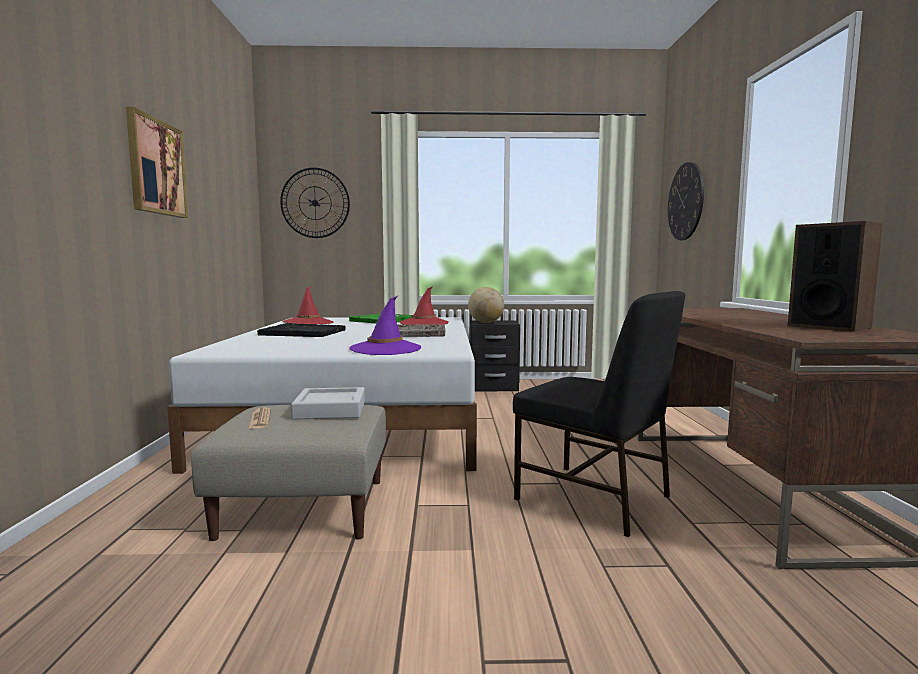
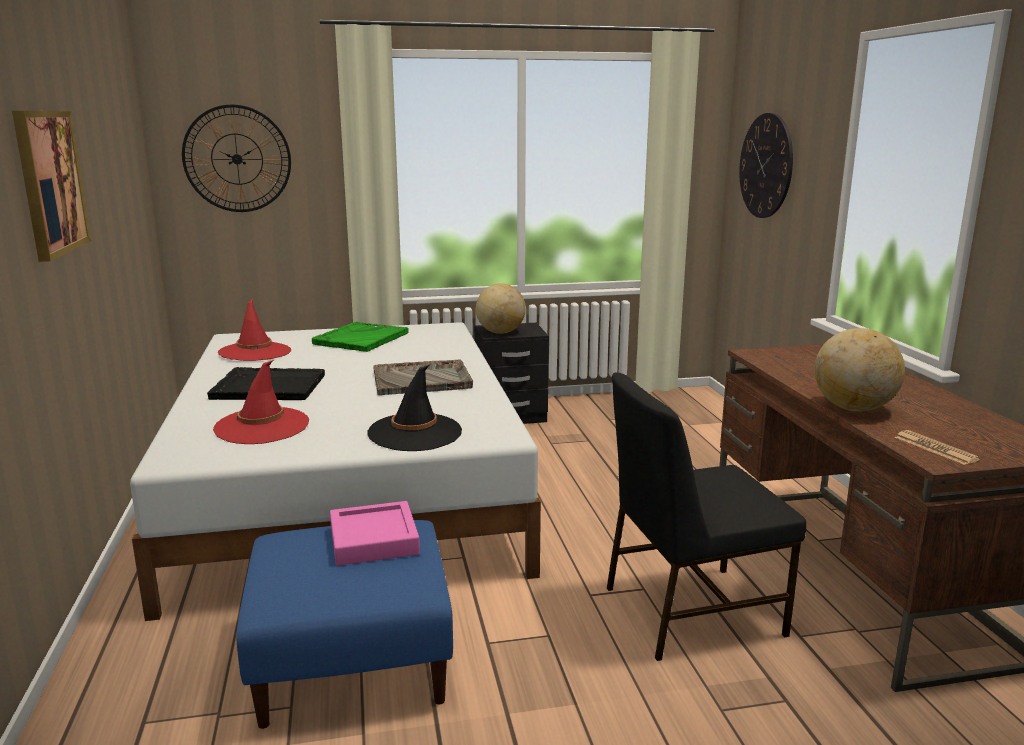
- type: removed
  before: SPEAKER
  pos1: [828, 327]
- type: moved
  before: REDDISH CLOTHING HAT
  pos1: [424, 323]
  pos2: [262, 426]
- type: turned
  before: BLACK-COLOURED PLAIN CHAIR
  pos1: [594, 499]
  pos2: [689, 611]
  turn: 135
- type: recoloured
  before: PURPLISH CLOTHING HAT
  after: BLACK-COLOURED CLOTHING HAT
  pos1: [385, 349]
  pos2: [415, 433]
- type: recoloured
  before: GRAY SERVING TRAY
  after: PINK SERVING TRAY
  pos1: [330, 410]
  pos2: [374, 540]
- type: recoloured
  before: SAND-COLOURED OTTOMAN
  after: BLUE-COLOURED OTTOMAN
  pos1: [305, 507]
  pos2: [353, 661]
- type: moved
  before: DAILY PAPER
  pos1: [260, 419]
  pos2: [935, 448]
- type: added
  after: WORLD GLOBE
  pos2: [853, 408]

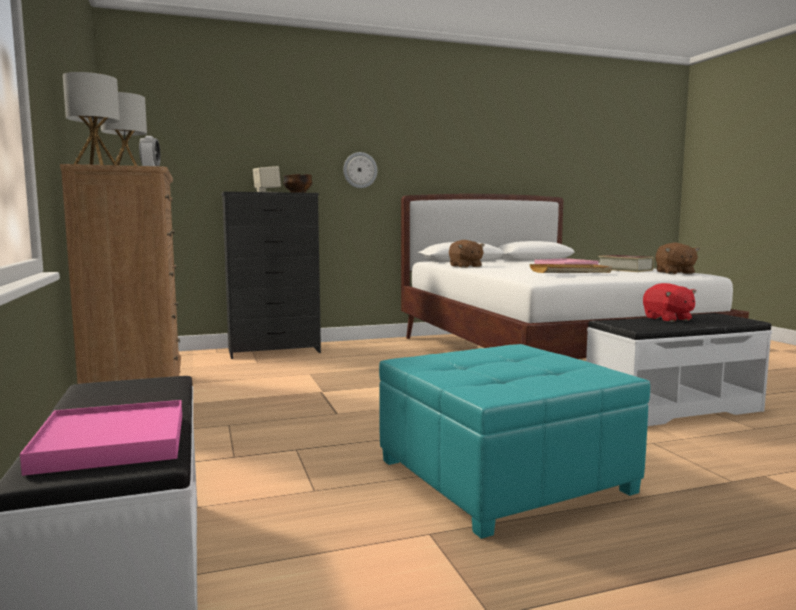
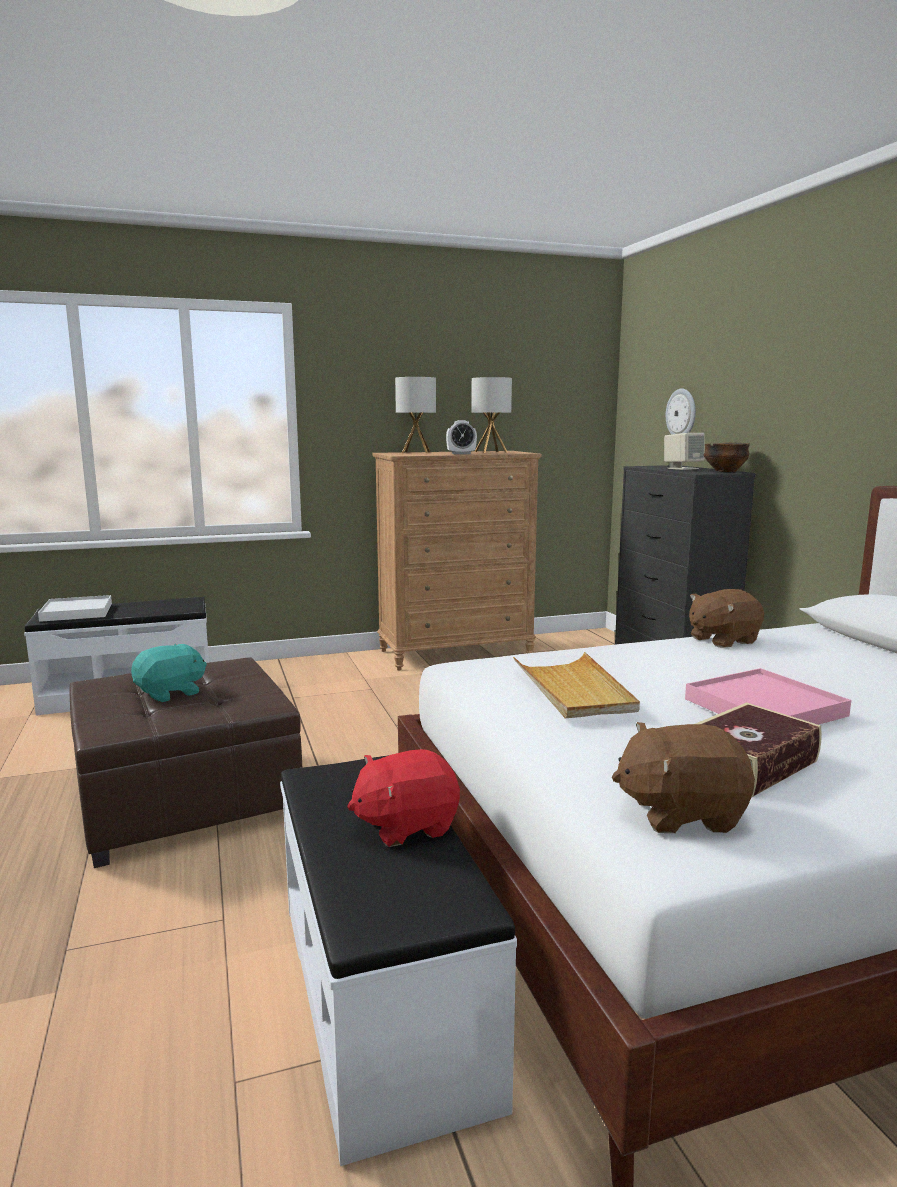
- type: moved
  before: WALL CLOCK
  pos1: [360, 170]
  pos2: [681, 413]
- type: recoloured
  before: BLUE-GREEN OTTOMAN
  after: BROWN OTTOMAN
  pos1: [503, 476]
  pos2: [185, 798]
- type: recoloured
  before: PINK SERVING TRAY
  after: WHITISH SERVING TRAY
  pos1: [111, 442]
  pos2: [77, 612]
- type: added
  after: BLUE-GREEN SOFT TOY
  pos2: [171, 693]

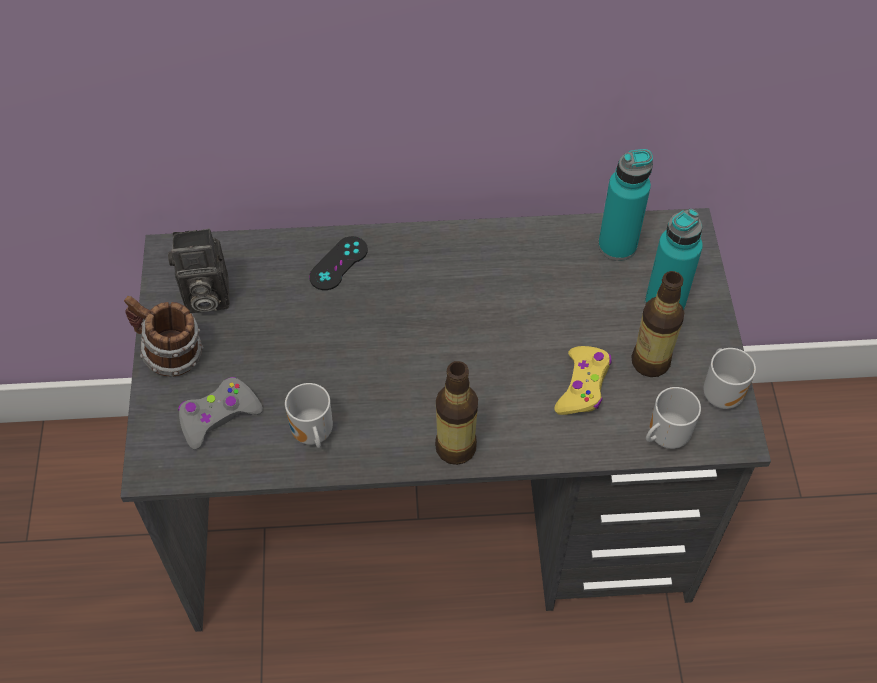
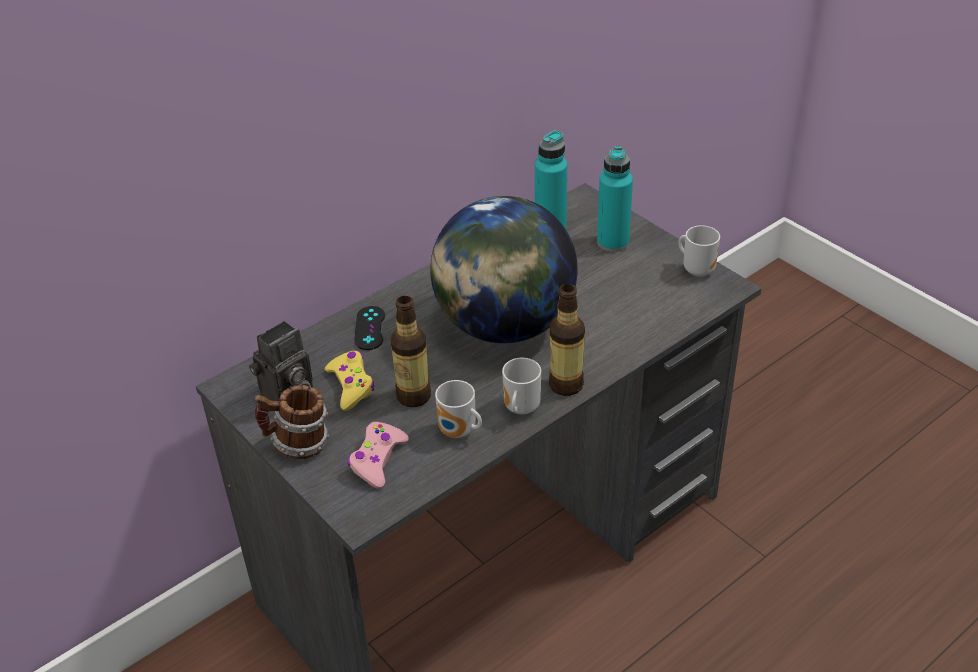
- type: moved
  before: BEVERAGE BOTTLE
  pos1: [650, 362]
  pos2: [413, 396]
- type: moved
  before: YELLOW-COLOURED GAME CONTROLLER
  pos1: [583, 386]
  pos2: [351, 385]
- type: recoloured
  before: GRAY GAME CONTROLLER
  after: PINK GAME CONTROLLER
  pos1: [218, 417]
  pos2: [377, 460]
- type: moved
  before: TEA MUG
  pos1: [664, 436]
  pos2: [519, 409]
- type: added
  after: WORLD GLOBE
  pos2: [504, 326]

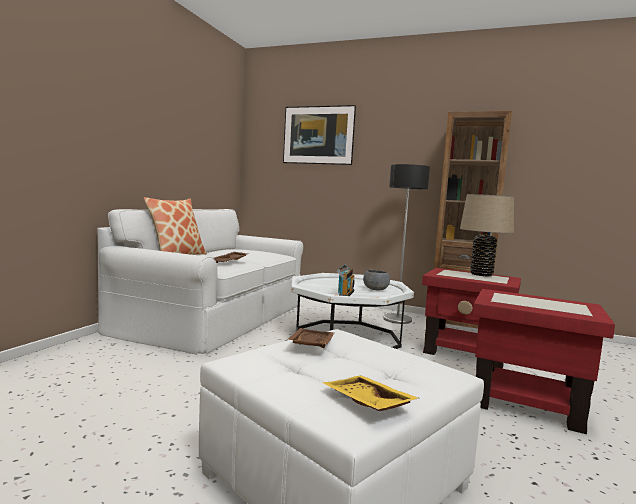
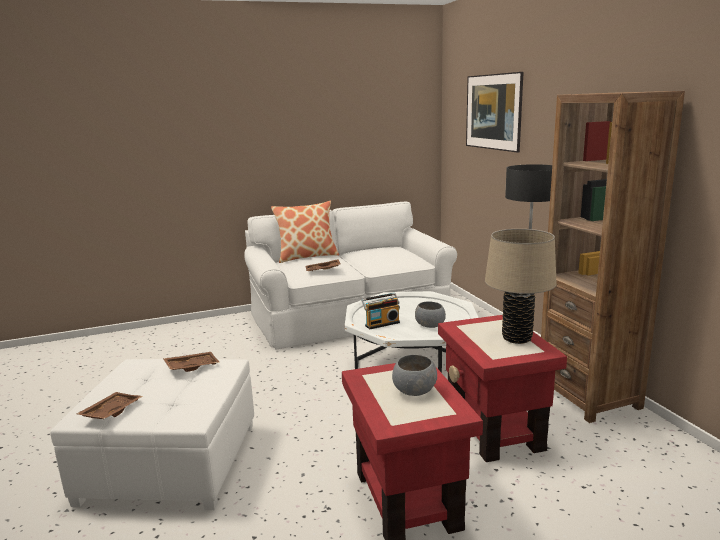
- type: recoloured
  before: YELLOW-COLOURED SERVING TRAY
  after: BROWN SERVING TRAY
  pos1: [365, 403]
  pos2: [111, 412]
- type: added
  after: GRAY BOWL
  pos2: [413, 391]

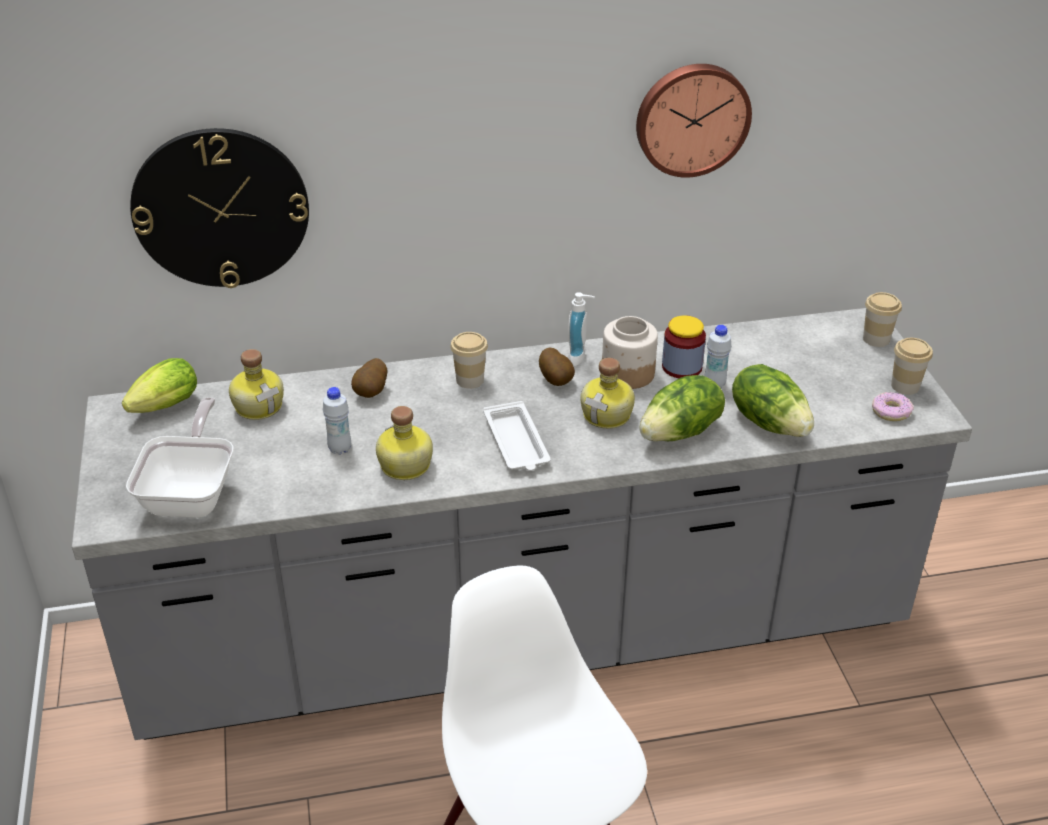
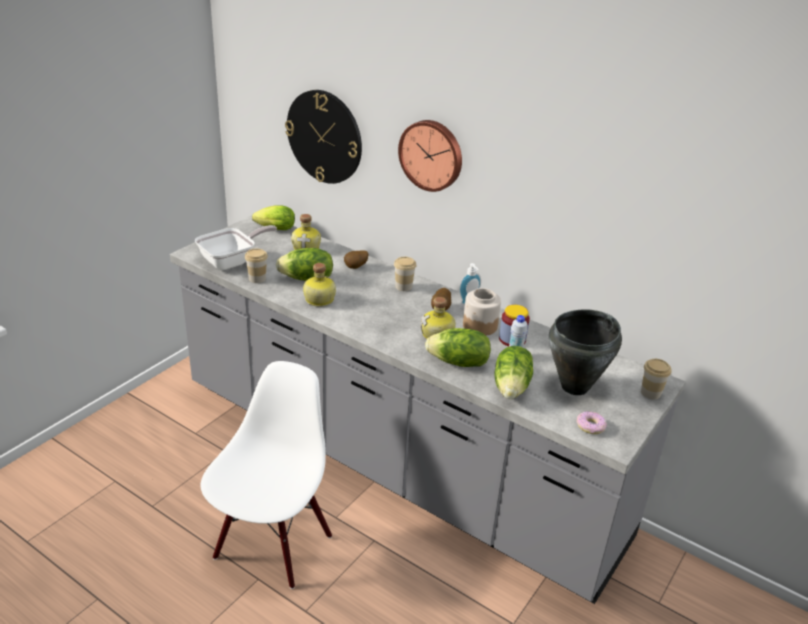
- type: moved
  before: WALL CLOCK
  pos1: [691, 118]
  pos2: [432, 155]
- type: moved
  before: DRINKING CUP
  pos1: [905, 386]
  pos2: [257, 278]
- type: replaced
  before: WHITISH BEVERAGE BOTTLE
  after: HEAD OF LETTUCE
  pos1: [340, 449]
  pos2: [307, 279]
- type: removed
  before: WHITISH SERVING TRAY
  pos1: [516, 443]
- type: added
  after: BLACK-COLOURED STOCKPOT
  pos2: [575, 387]

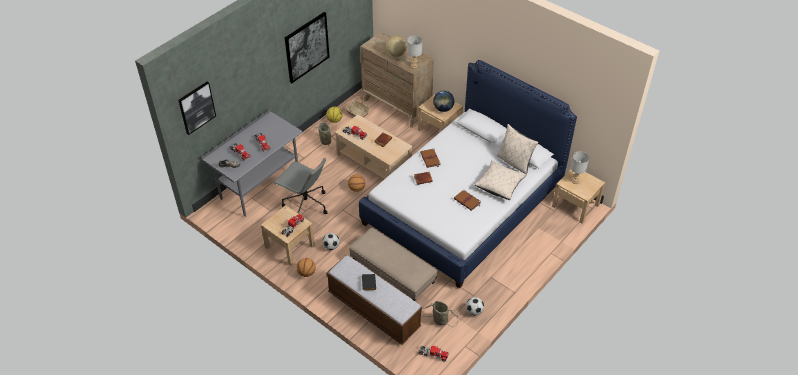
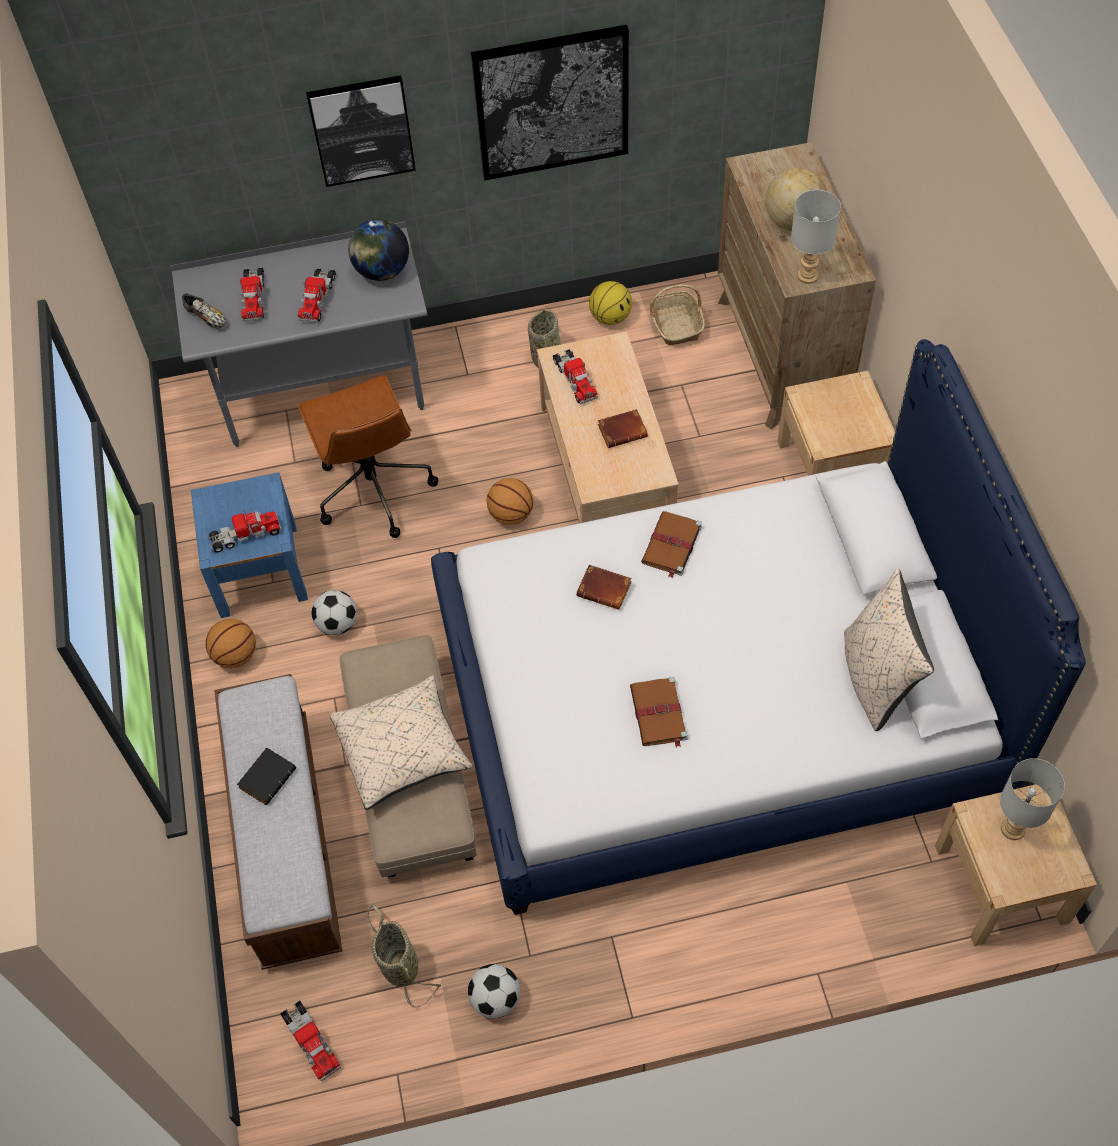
- type: moved
  before: WALL ART
  pos1: [196, 107]
  pos2: [362, 130]
- type: moved
  before: WORLD GLOBE
  pos1: [443, 109]
  pos2: [382, 271]
- type: recoloured
  before: GRAY OFFICE CHAIR
  after: BROWN OFFICE CHAIR
  pos1: [305, 204]
  pos2: [373, 489]
- type: moved
  before: SAND-COLOURED CUSHION
  pos1: [499, 185]
  pos2: [403, 751]
- type: recoloured
  before: SAND-COLOURED NIGHT TABLE
  after: BLUE-COLOURED NIGHT TABLE
  pos1: [290, 246]
  pos2: [258, 570]

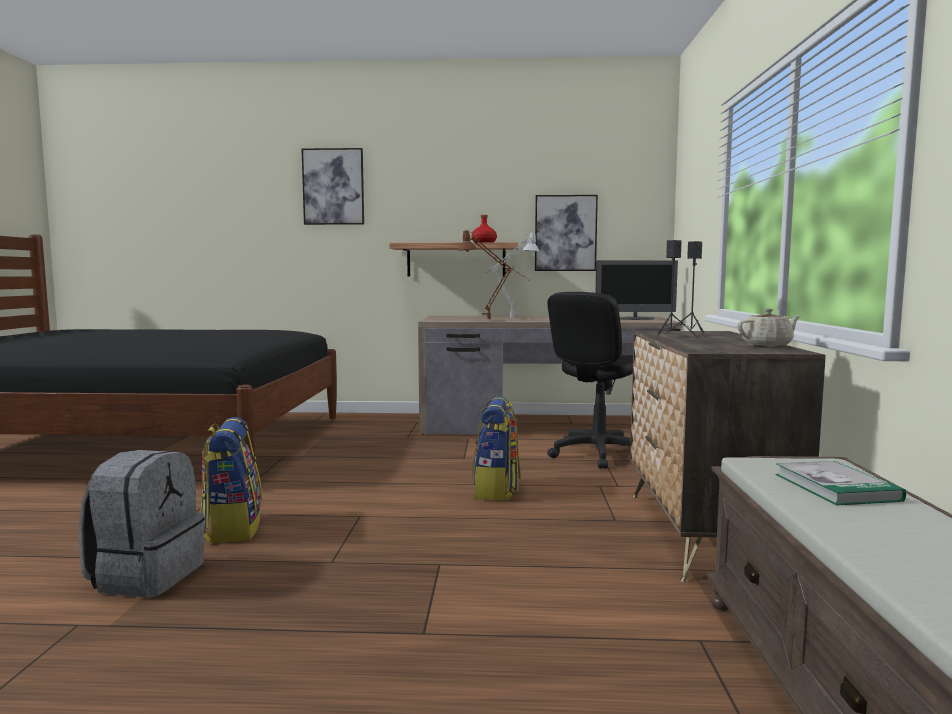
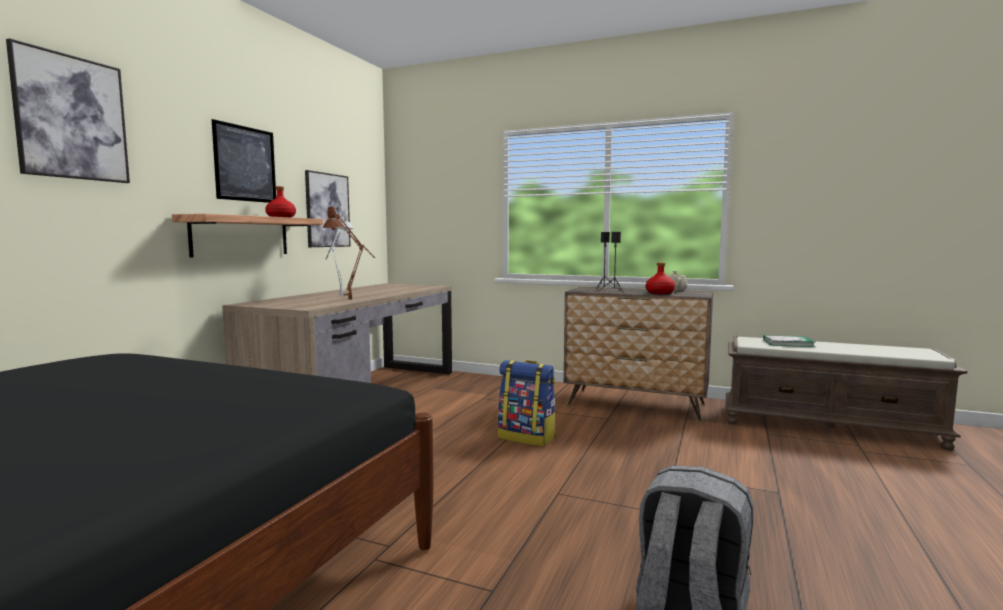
- type: removed
  before: MONITOR
  pos1: [635, 319]
- type: removed
  before: BLACK-COLOURED OFFICE CHAIR
  pos1: [597, 454]
- type: removed
  before: RUCKSACK
  pos1: [232, 528]
- type: added
  after: WALL ART
  pos2: [245, 164]
- type: added
  after: REDDISH BEVERAGE BOTTLE
  pos2: [659, 293]

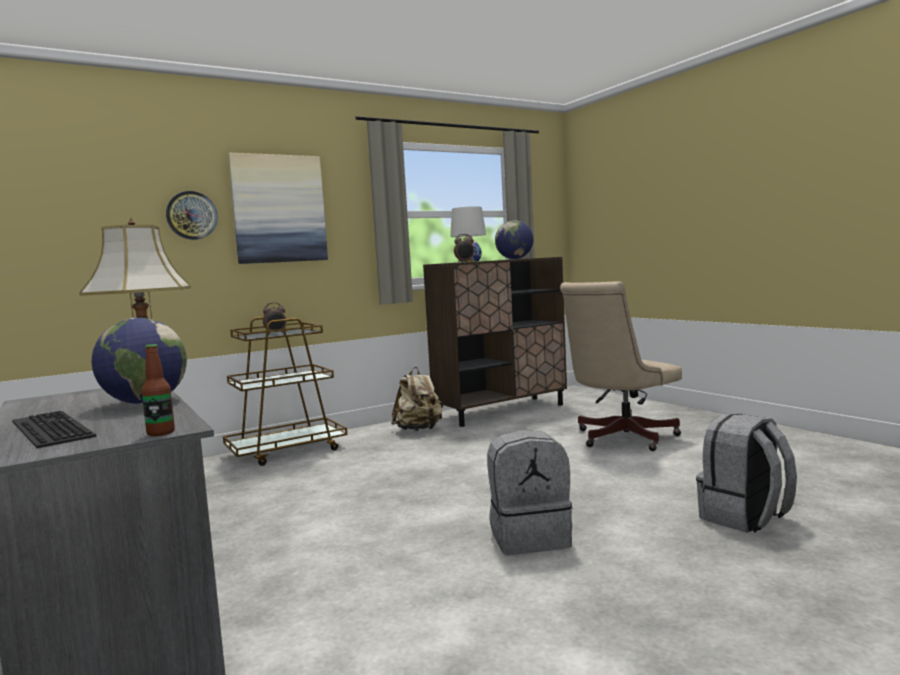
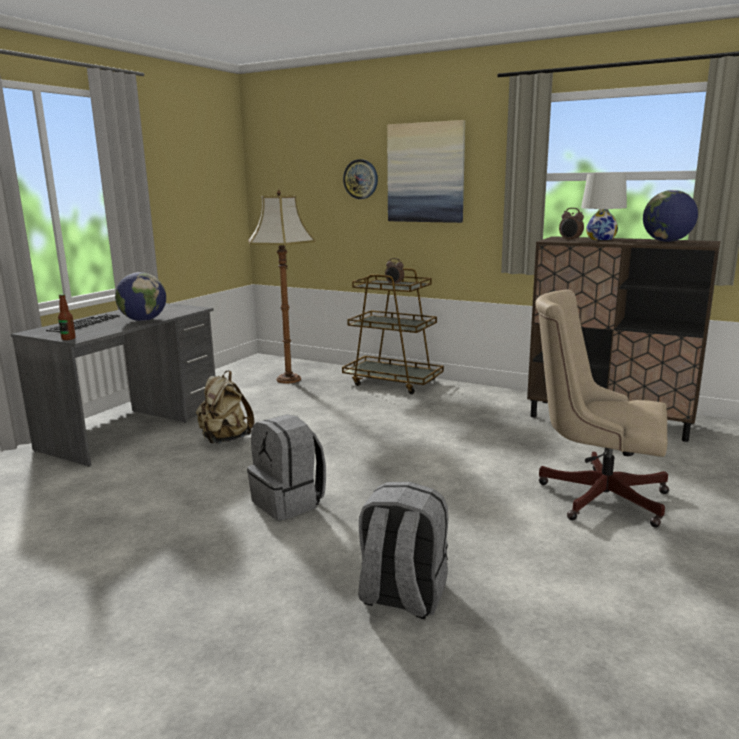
- type: moved
  before: SAND-COLOURED RUCKSACK
  pos1: [419, 430]
  pos2: [225, 440]

